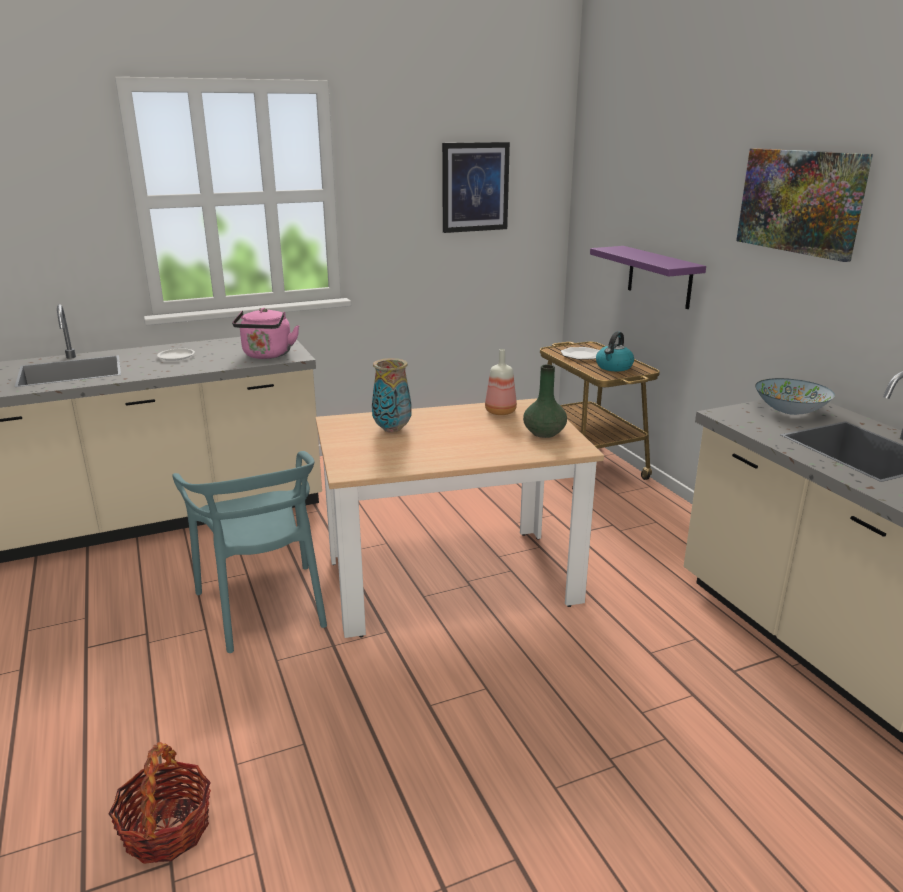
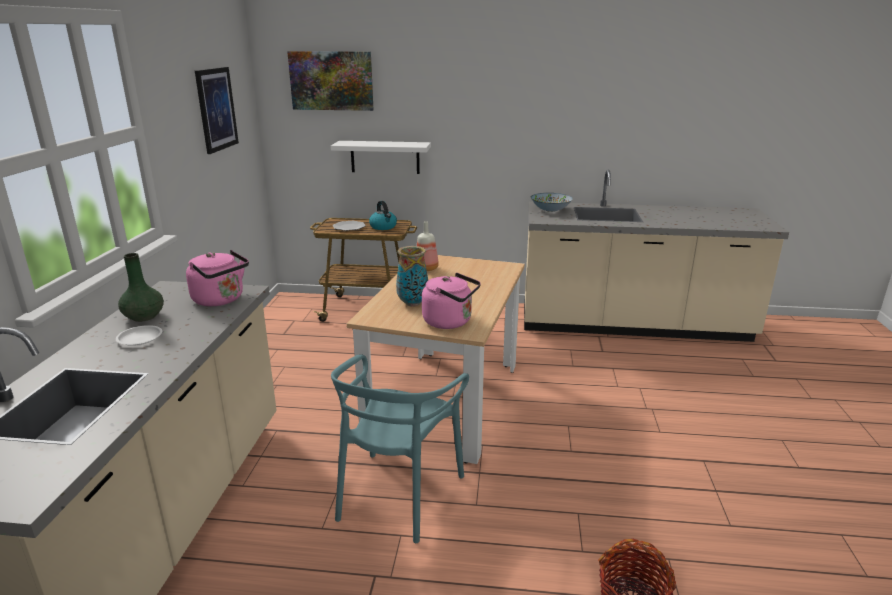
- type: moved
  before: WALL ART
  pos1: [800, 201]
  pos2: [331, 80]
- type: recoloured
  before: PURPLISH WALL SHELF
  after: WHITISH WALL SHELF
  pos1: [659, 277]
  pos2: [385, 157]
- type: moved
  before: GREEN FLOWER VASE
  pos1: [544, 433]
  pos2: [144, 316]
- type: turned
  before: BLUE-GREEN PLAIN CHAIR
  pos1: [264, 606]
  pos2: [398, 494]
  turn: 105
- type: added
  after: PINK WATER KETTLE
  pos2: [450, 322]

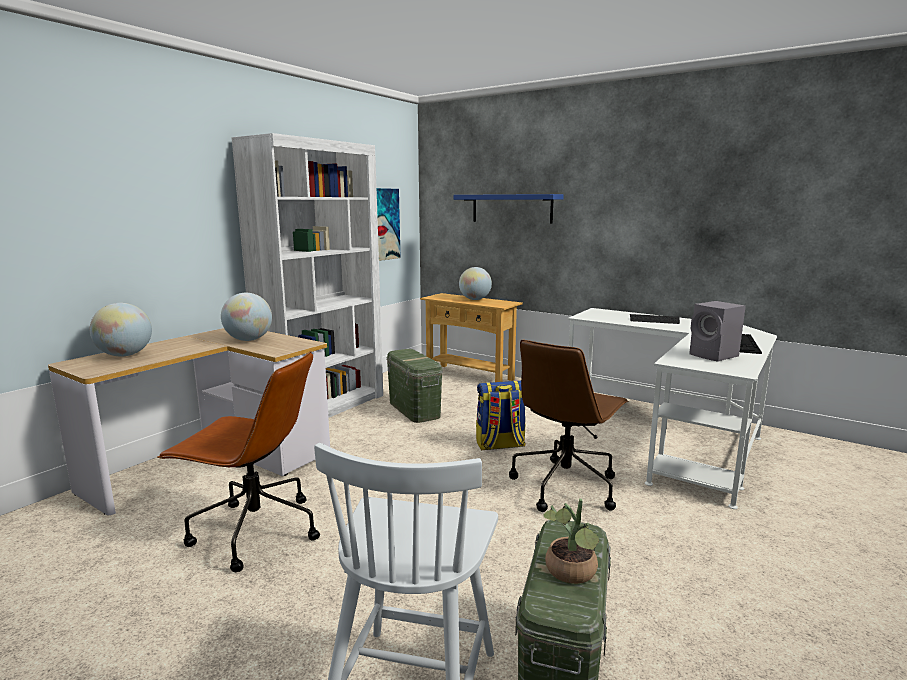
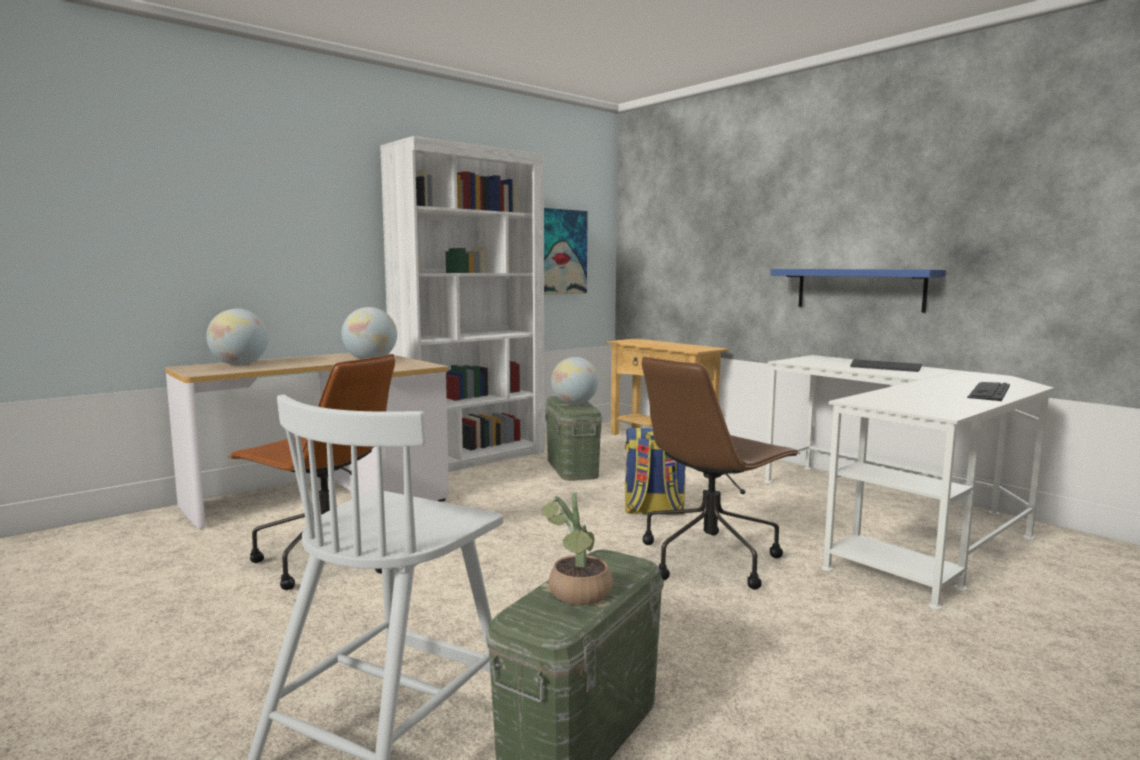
- type: moved
  before: BLUE-COLOURED WALL SHELF
  pos1: [511, 208]
  pos2: [859, 289]
- type: moved
  before: WORLD GLOBE
  pos1: [475, 299]
  pos2: [574, 404]
- type: removed
  before: GRAY SPEAKER
  pos1: [714, 356]

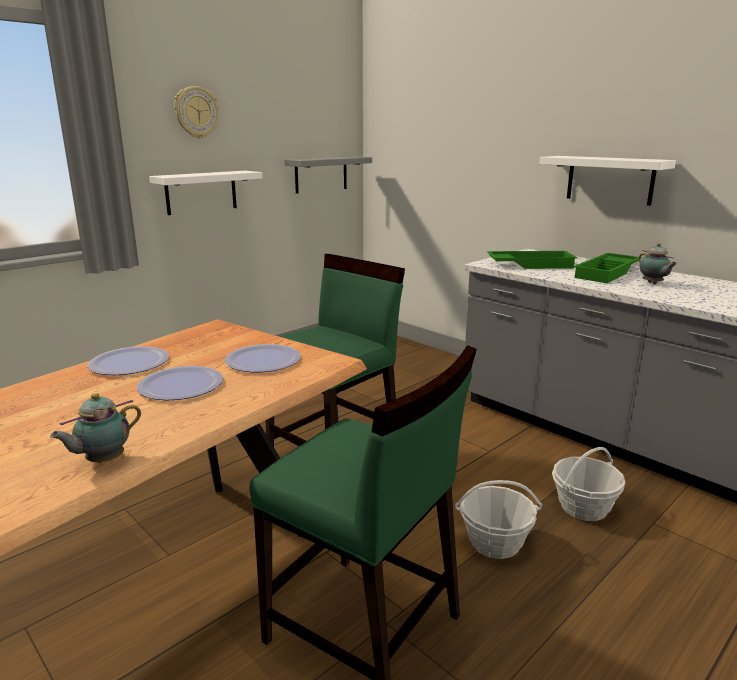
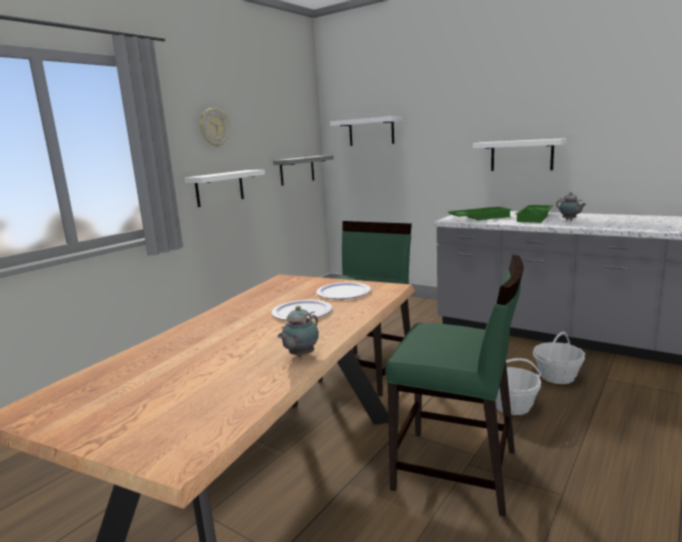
- type: removed
  before: FLAT DISH
  pos1: [129, 363]
- type: added
  after: WHITISH WALL SHELF
  pos2: [371, 131]

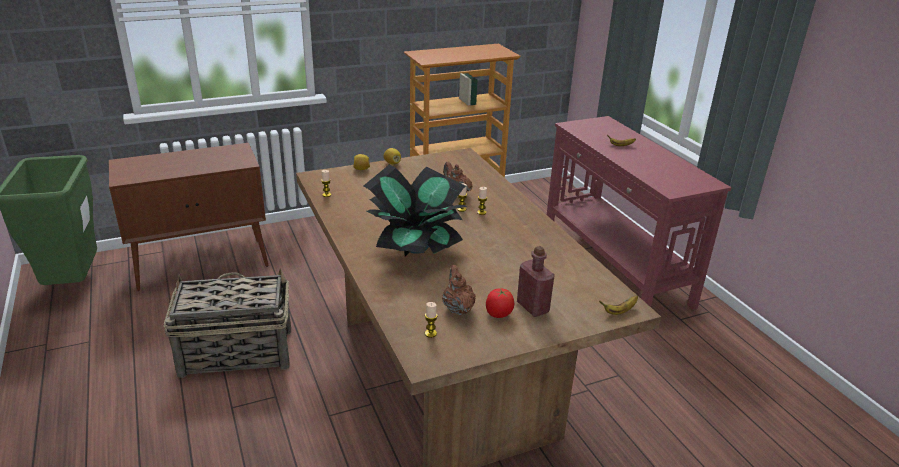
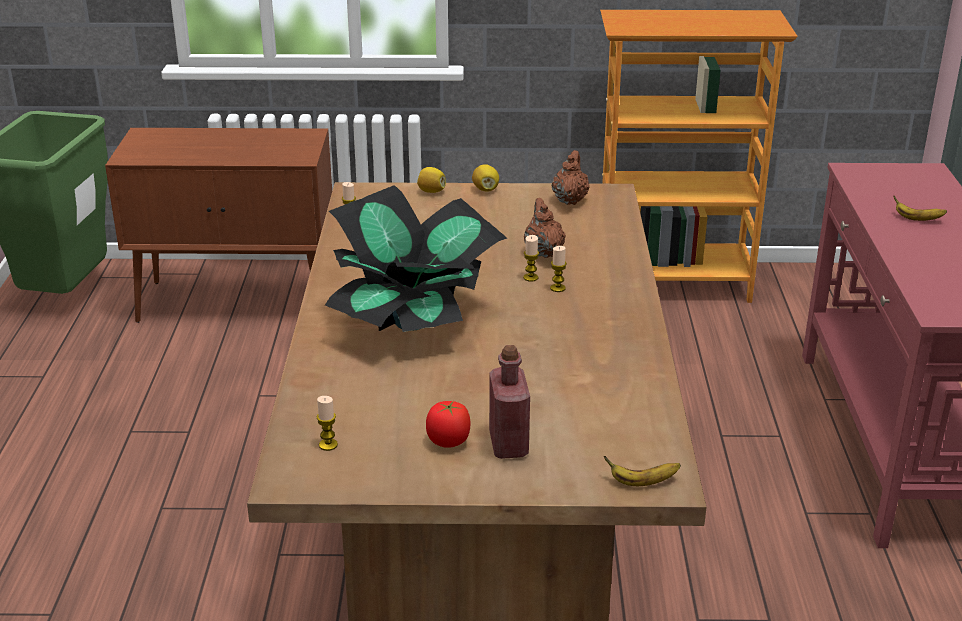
- type: moved
  before: BROWN POT FOR TEA
  pos1: [457, 308]
  pos2: [570, 200]
- type: removed
  before: STORAGE BASKET
  pos1: [235, 352]

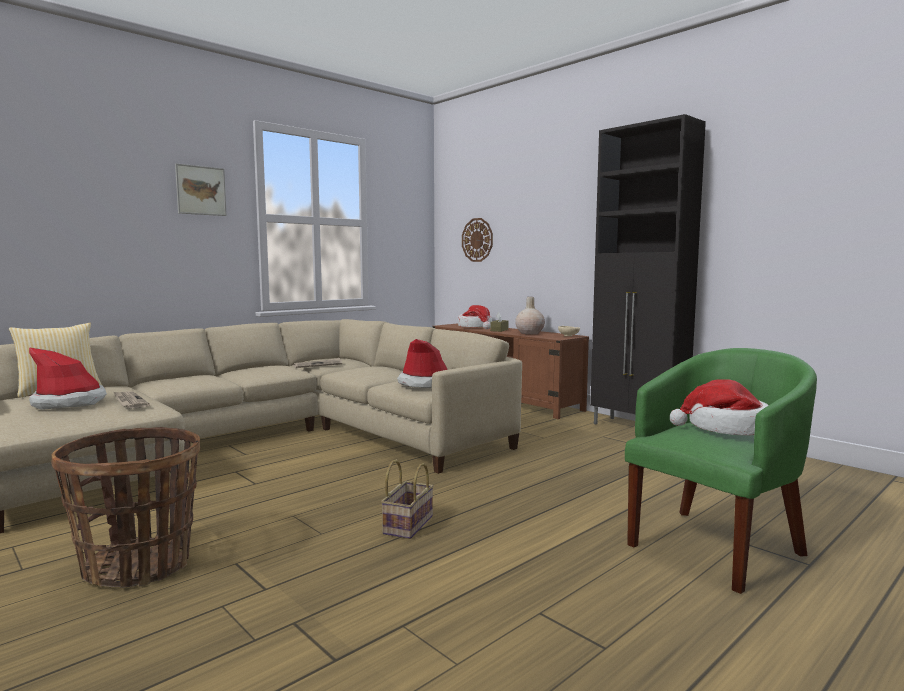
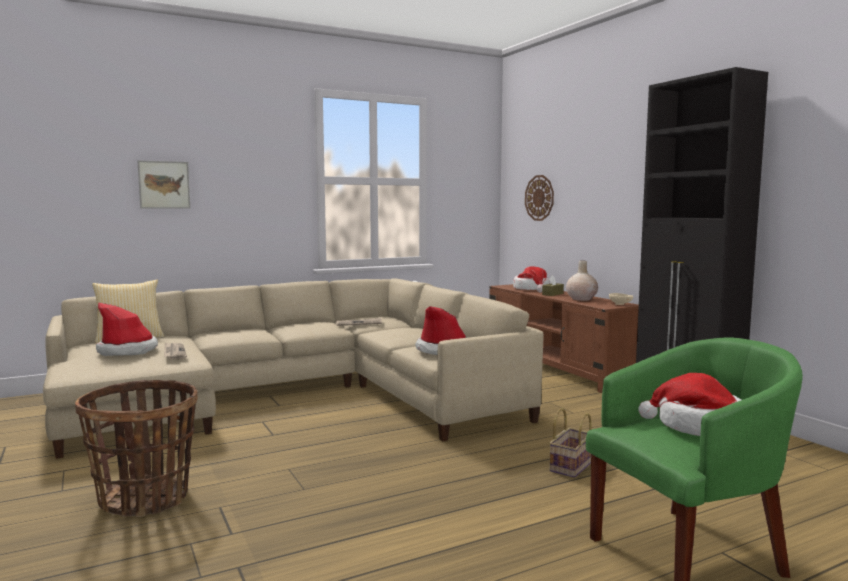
- type: moved
  before: WALL ART
  pos1: [201, 190]
  pos2: [164, 185]
- type: moved
  before: STORAGE BASKET
  pos1: [407, 524]
  pos2: [571, 465]

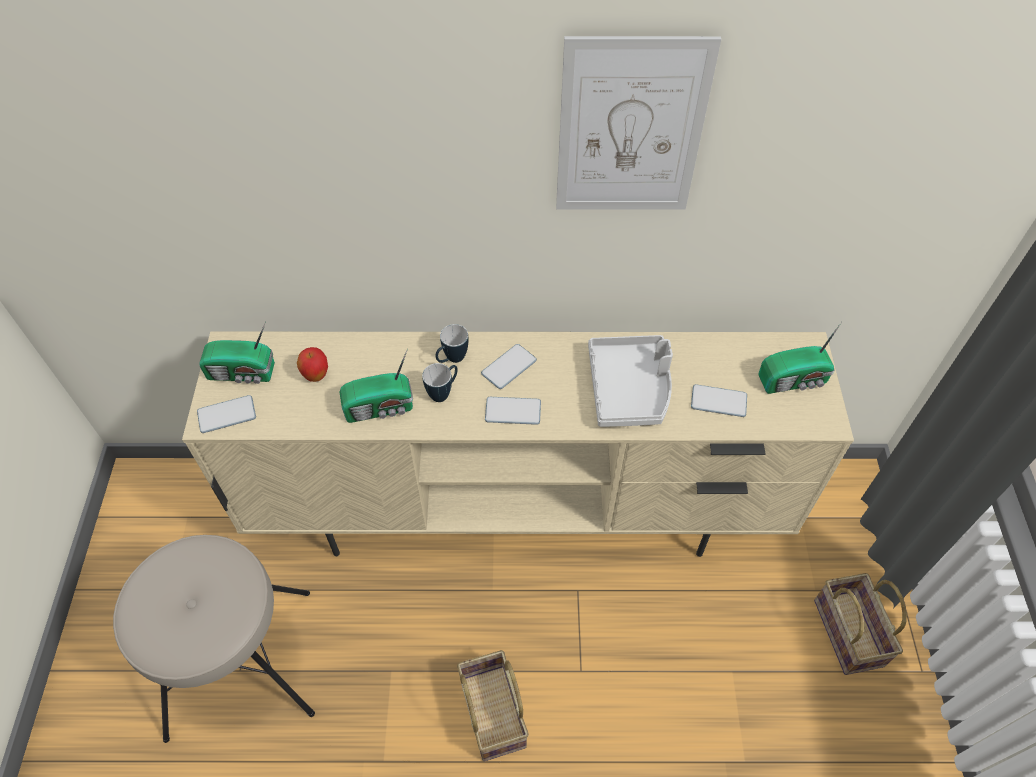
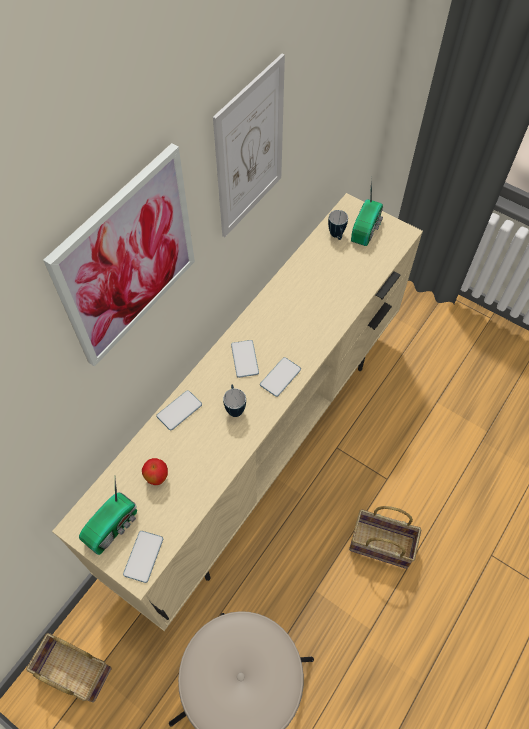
- type: moved
  before: TEA MUG
  pos1: [452, 359]
  pos2: [337, 236]
- type: removed
  before: GRAY SERVING TRAY
  pos1: [630, 388]
- type: removed
  before: RADIO RECEIVER
  pos1: [381, 408]
- type: moved
  before: TELEPHONE
  pos1: [718, 401]
  pos2: [179, 410]
- type: moved
  before: STORAGE BASKET
  pos1: [845, 631]
  pos2: [73, 671]
- type: added
  after: WALL ART
  pos2: [127, 259]

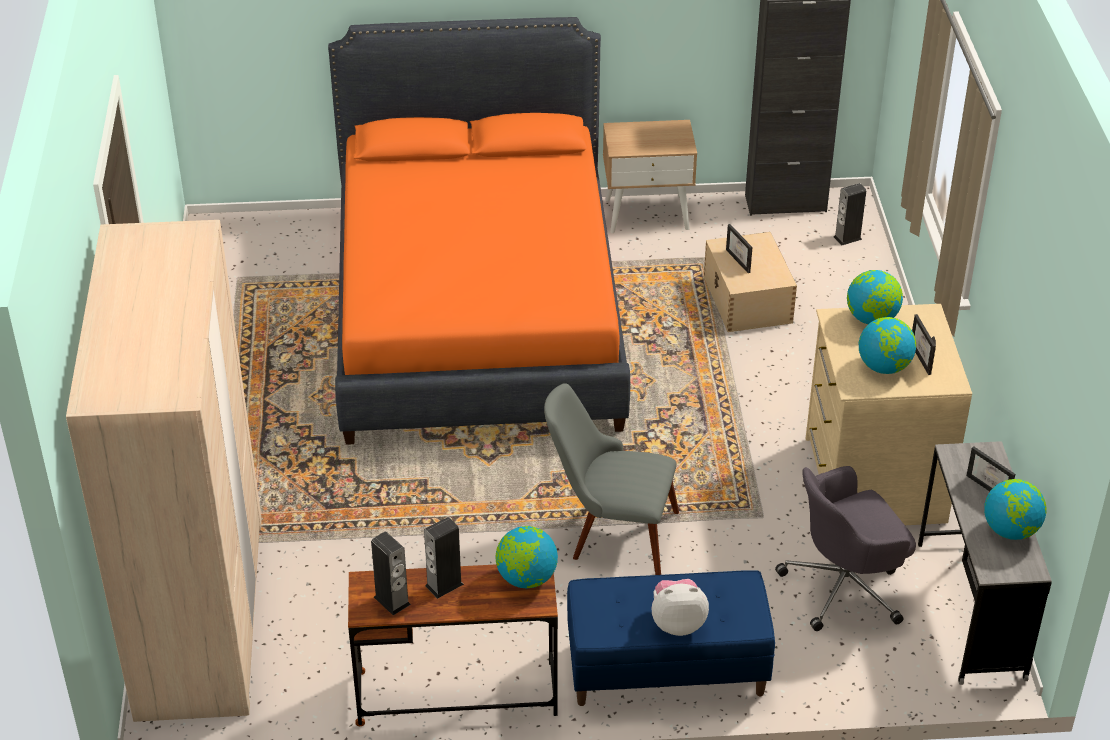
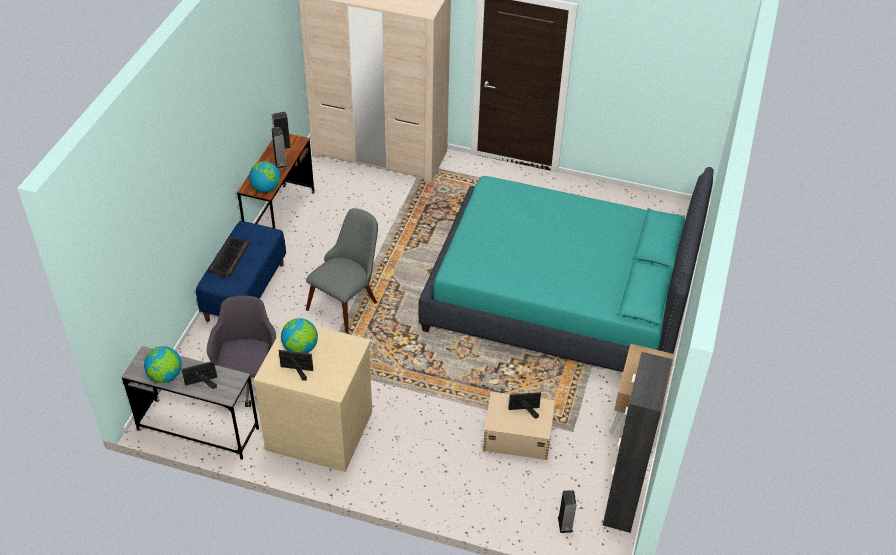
- type: recoloured
  before: ORANGE BED
  after: BLUE-GREEN BED
  pos1: [477, 314]
  pos2: [559, 300]
- type: removed
  before: WORLD GLOBE
  pos1: [871, 319]
- type: replaced
  before: SOFT TOY
  after: COMPUTER KEYBOARD
  pos1: [677, 623]
  pos2: [229, 257]

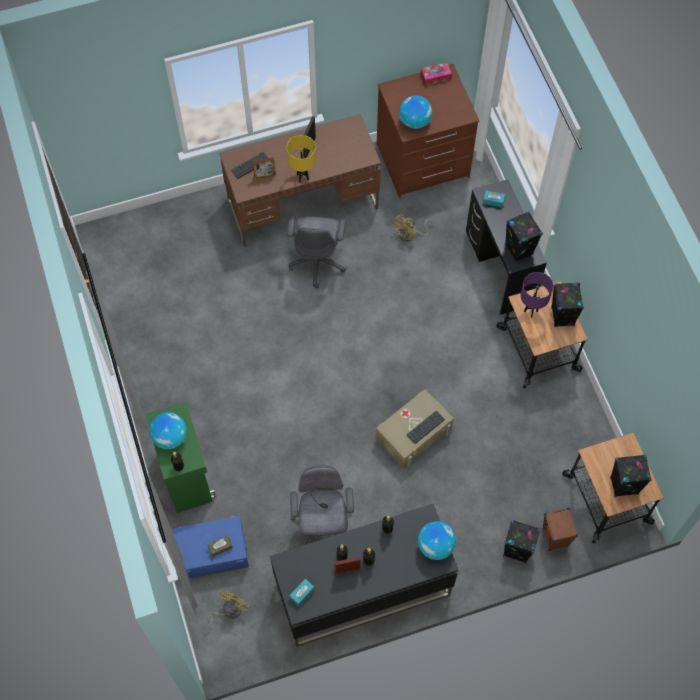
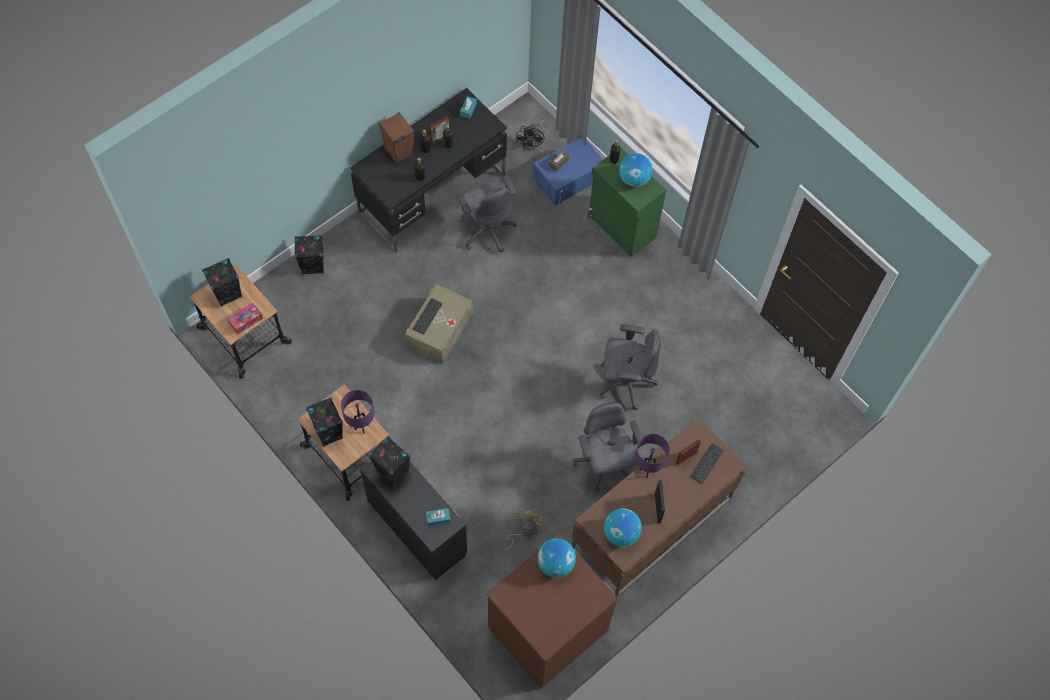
- type: moved
  before: BOX OF TISSUES
  pos1: [435, 77]
  pos2: [246, 320]
- type: recoloured
  before: YELLOW-COLOURED LAMP FOR A TABLE
  after: PURPLISH LAMP FOR A TABLE
  pos1: [303, 177]
  pos2: [647, 470]
- type: moved
  before: BROWN SPEAKER
  pos1: [555, 538]
  pos2: [398, 152]
- type: moved
  before: WORLD GLOBE
  pos1: [435, 545]
  pos2: [621, 533]
- type: recoloured
  before: YELLOW-COLOURED FAN
  after: BLACK-COLOURED FAN
  pos1: [228, 611]
  pos2: [533, 142]
- type: added
  after: GRAY OFFICE CHAIR
  pos2: [625, 382]

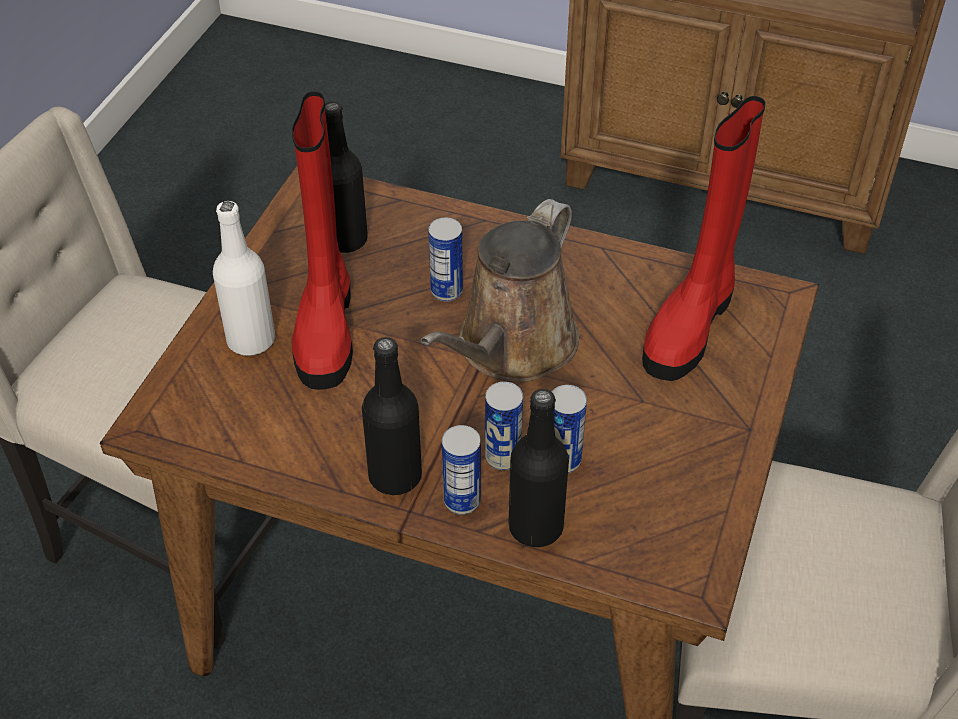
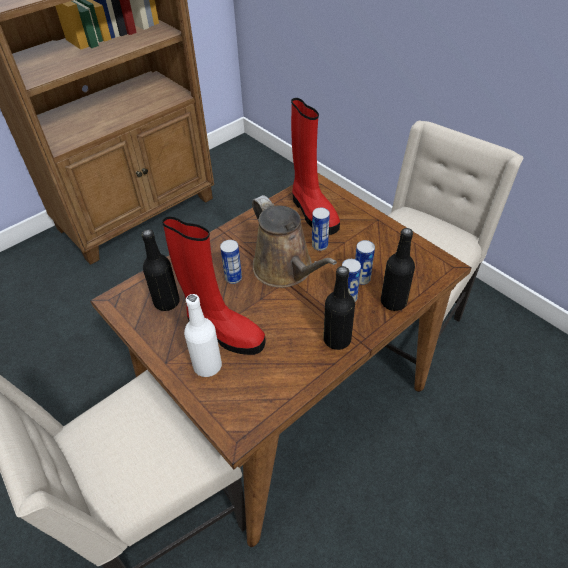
- type: moved
  before: SEALED CAN
  pos1: [462, 501]
  pos2: [319, 245]

